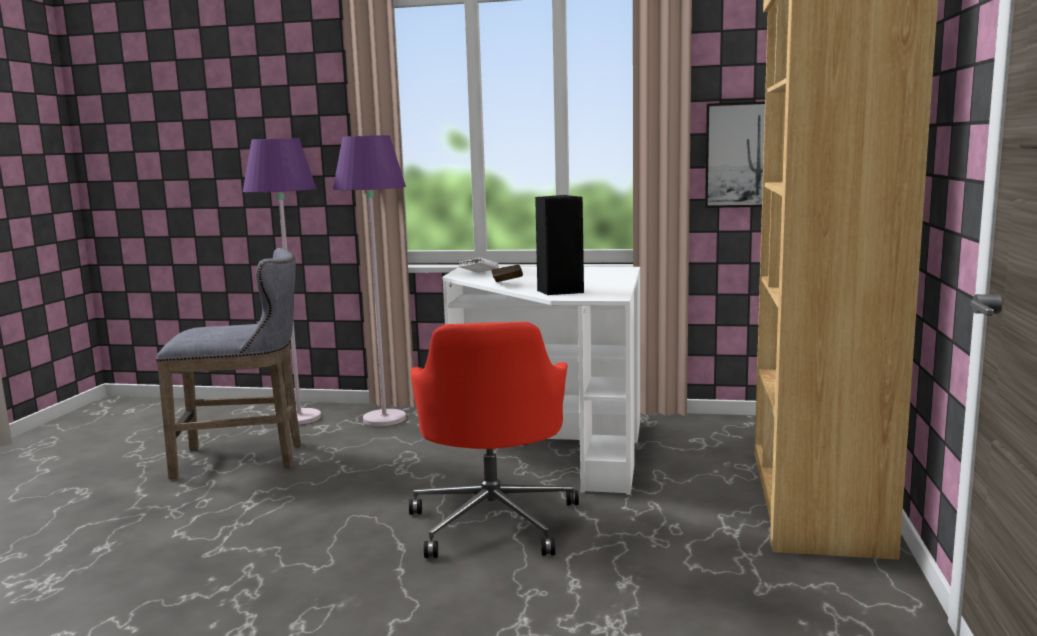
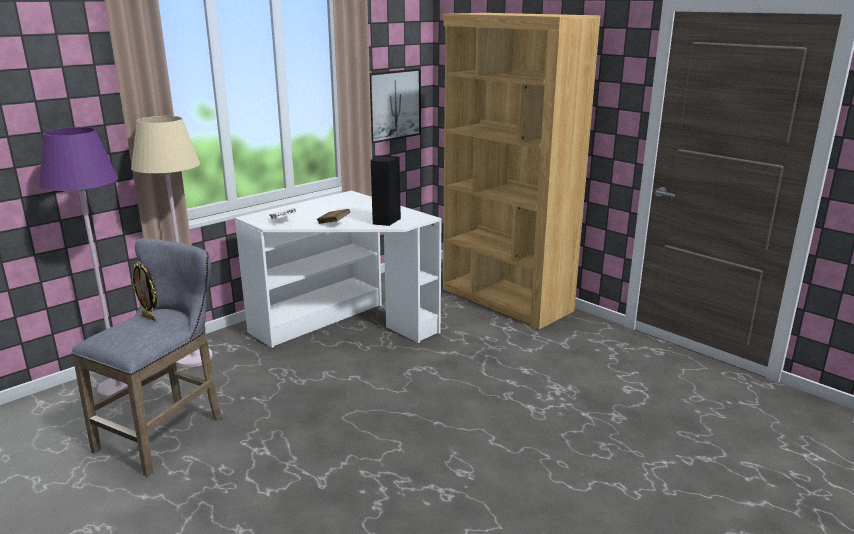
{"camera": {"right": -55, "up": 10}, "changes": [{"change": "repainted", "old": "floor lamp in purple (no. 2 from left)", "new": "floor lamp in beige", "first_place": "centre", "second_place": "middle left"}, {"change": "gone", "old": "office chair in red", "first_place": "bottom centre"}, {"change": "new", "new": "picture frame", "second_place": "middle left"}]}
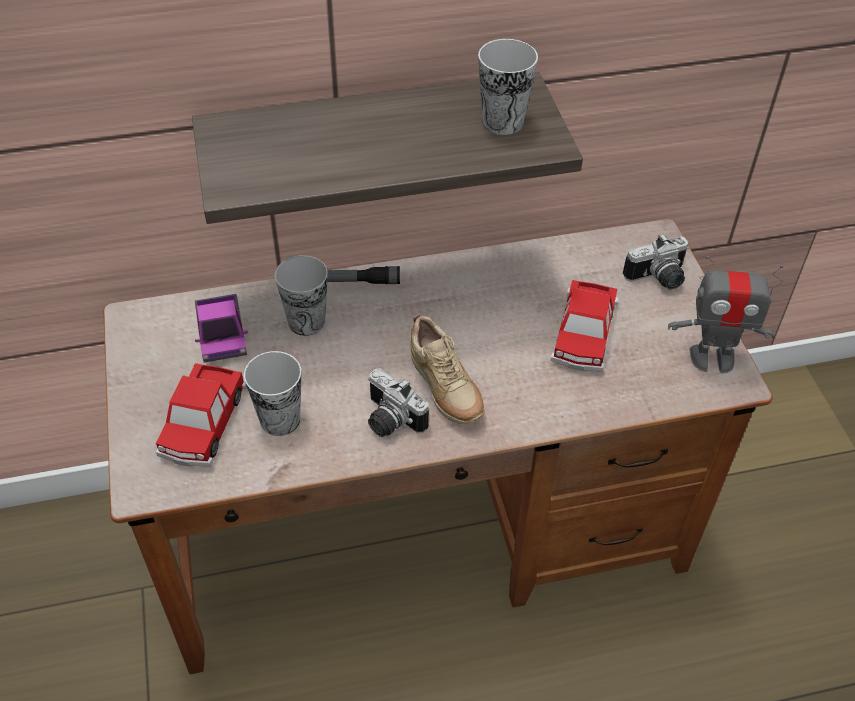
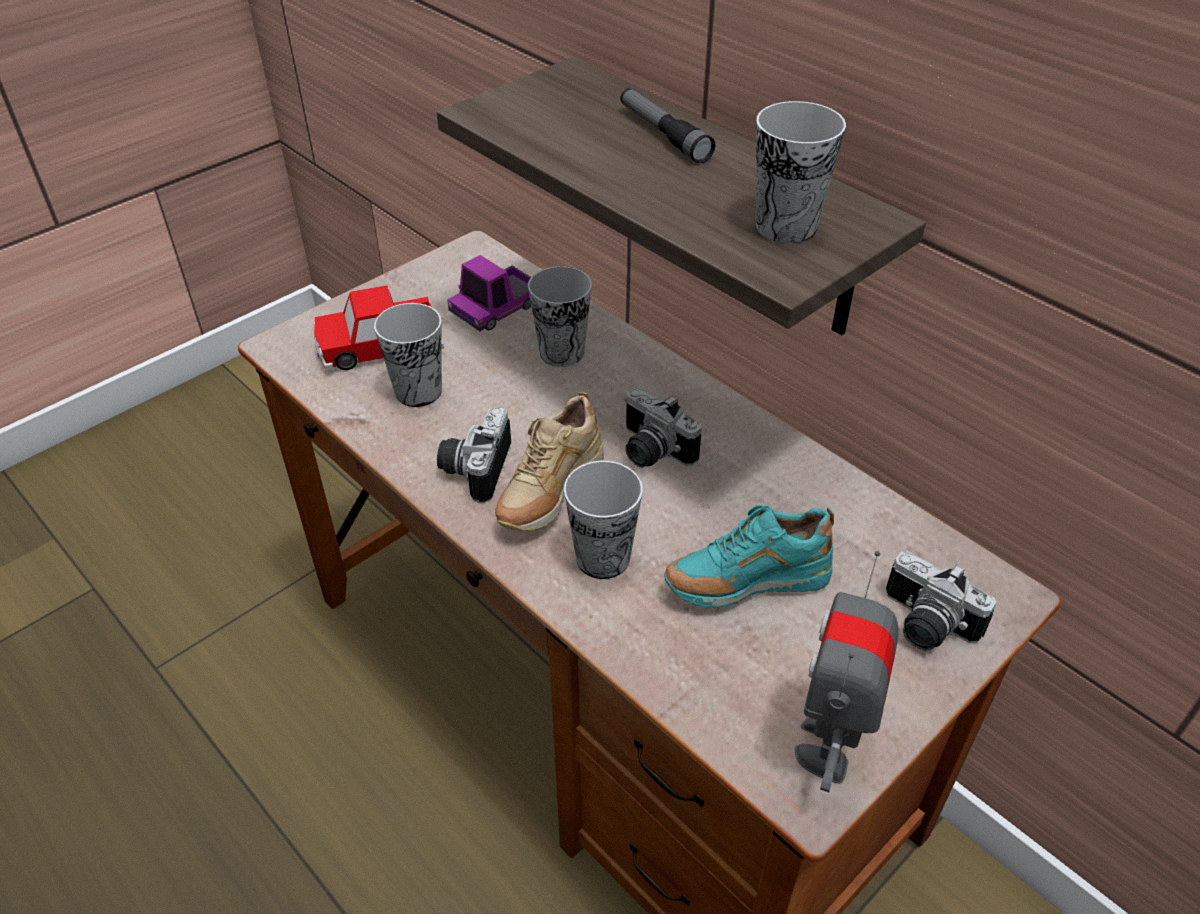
{"camera": {"right": 60, "up": -5}, "changes": [{"change": "rotated", "old": "toy robot", "first_place": "middle right", "second_place": "bottom right", "degrees": 45}, {"change": "shifted", "old": "flashlight", "first_place": "centre", "second_place": "top centre"}, {"change": "swapped", "old": "toy car (no. 2 from left)", "new": "shoe in turquoise", "first_place": "middle right", "second_place": "centre"}, {"change": "new", "new": "photo camera (no. 2 from left)", "second_place": "centre"}, {"change": "new", "new": "cup (no. 3 from left)", "second_place": "centre"}]}
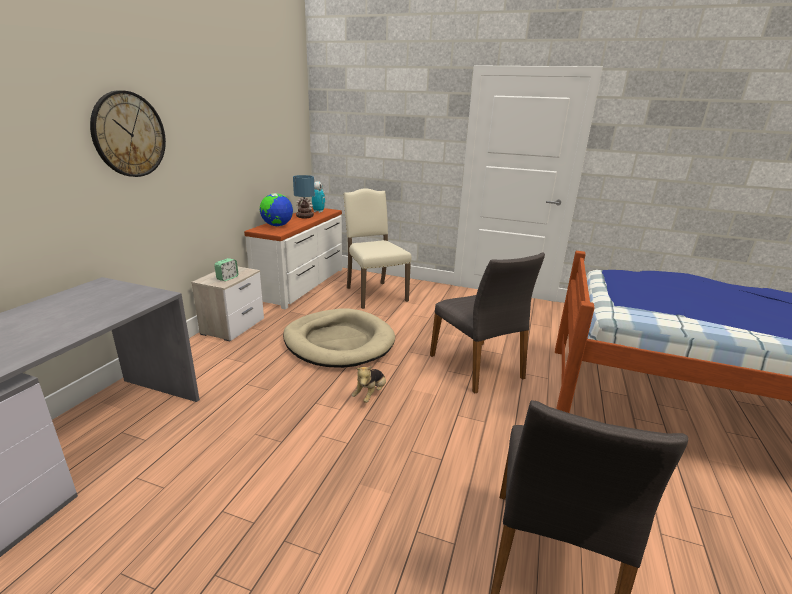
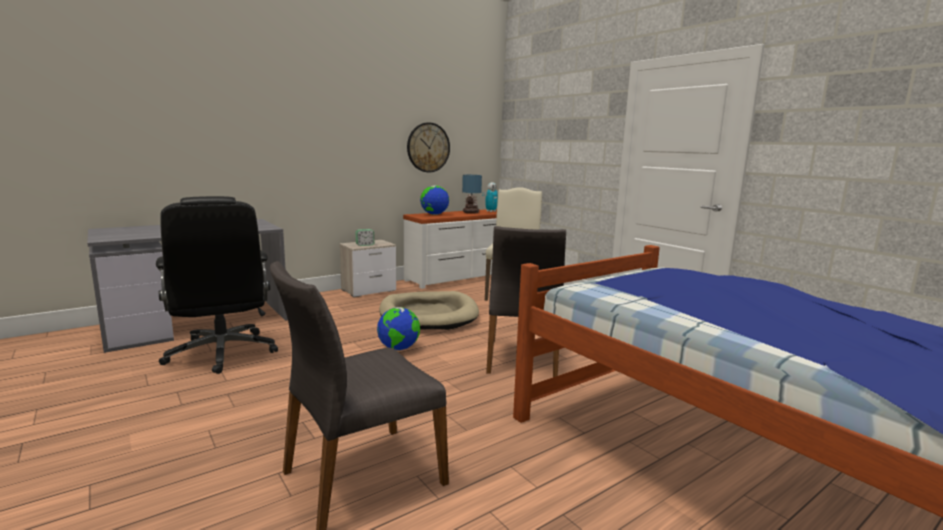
{"camera": {"right": 35, "up": -10}, "changes": [{"change": "shifted", "old": "wall clock", "first_place": "top left", "second_place": "top centre"}, {"change": "swapped", "old": "plush toy", "new": "globe (no. 1 from left)", "first_place": "centre", "second_place": "centre"}, {"change": "new", "new": "office chair in black", "second_place": "middle left"}]}
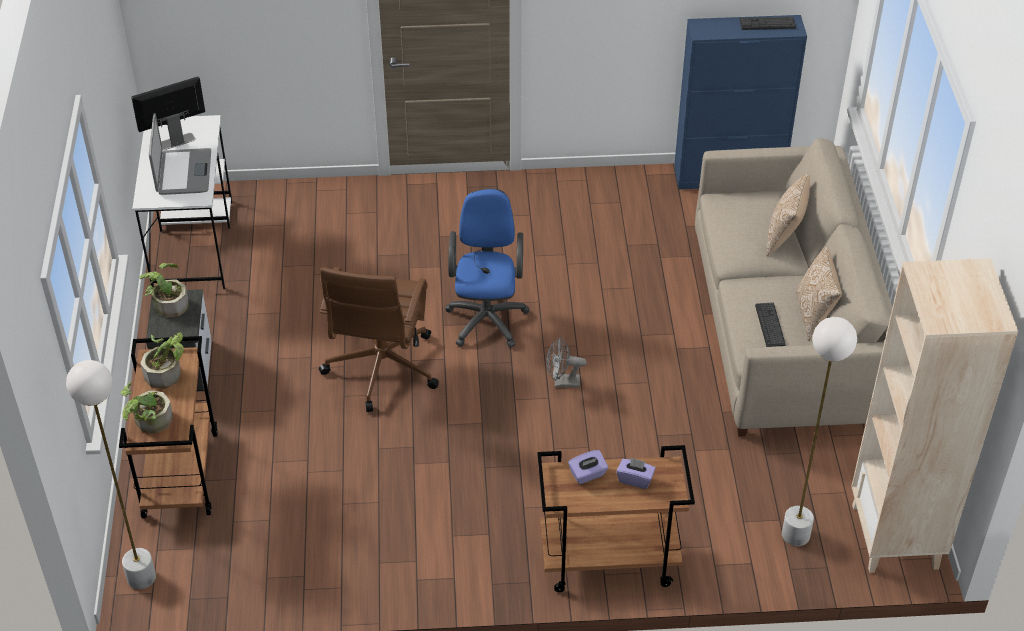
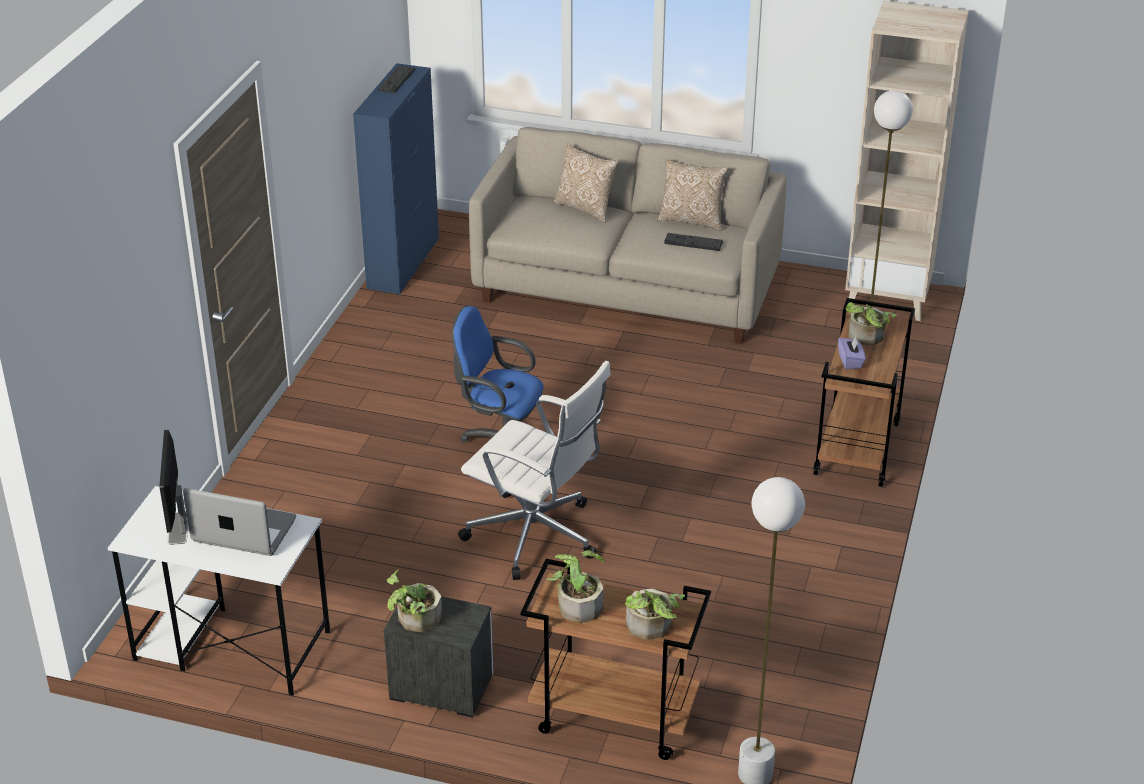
{"camera": {"right": -70, "up": -10}, "changes": [{"change": "repainted", "old": "office chair in brown", "new": "office chair in white", "first_place": "centre", "second_place": "centre"}, {"change": "gone", "old": "fan in grey", "first_place": "centre"}, {"change": "swapped", "old": "tissue box in purple (no. 2 from left)", "new": "potted plant (no. 4 from left)", "first_place": "bottom centre", "second_place": "middle right"}]}
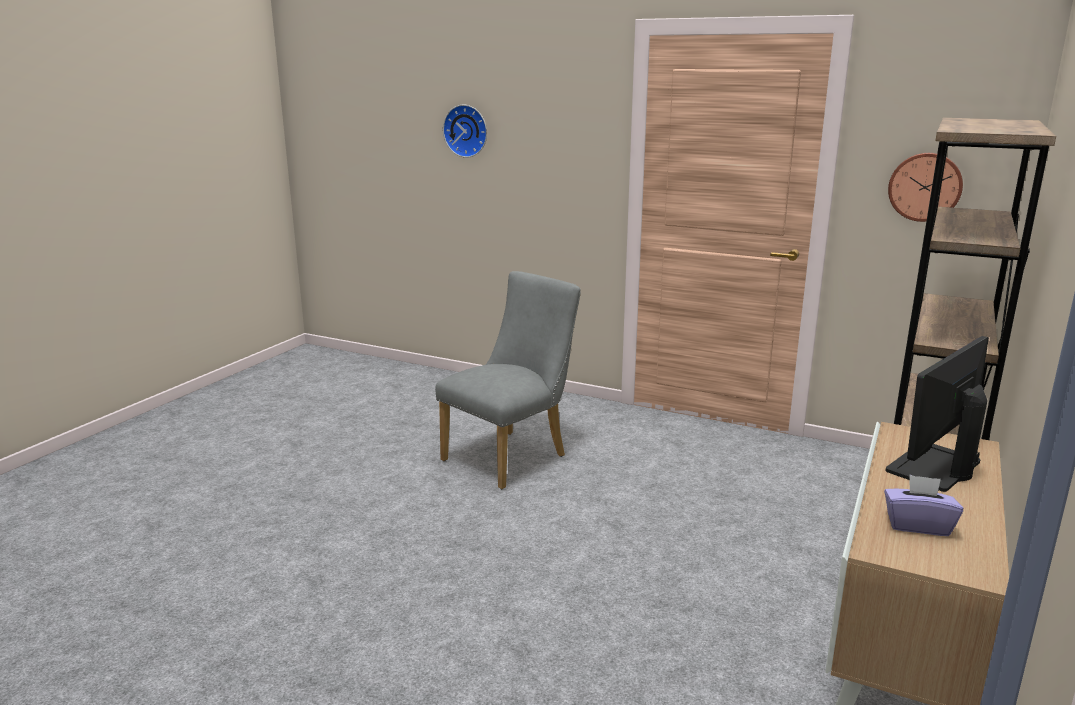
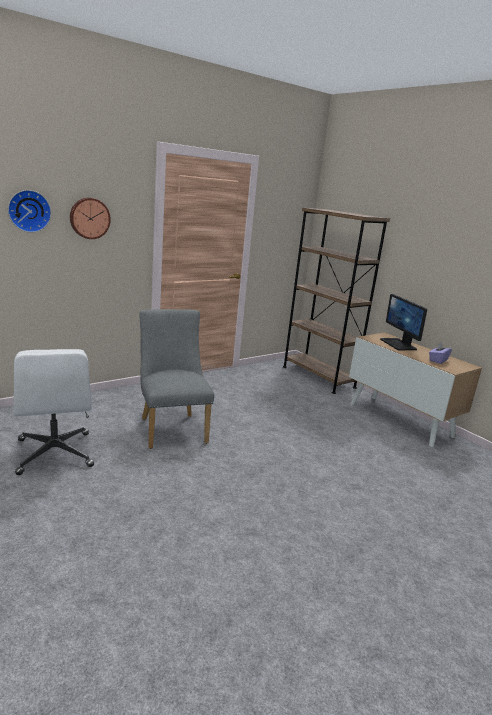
{"camera": {"right": -65, "up": 0}, "changes": [{"change": "shifted", "old": "wall clock (no. 2 from left)", "first_place": "top right", "second_place": "top left"}, {"change": "new", "new": "office chair in white", "second_place": "middle left"}]}
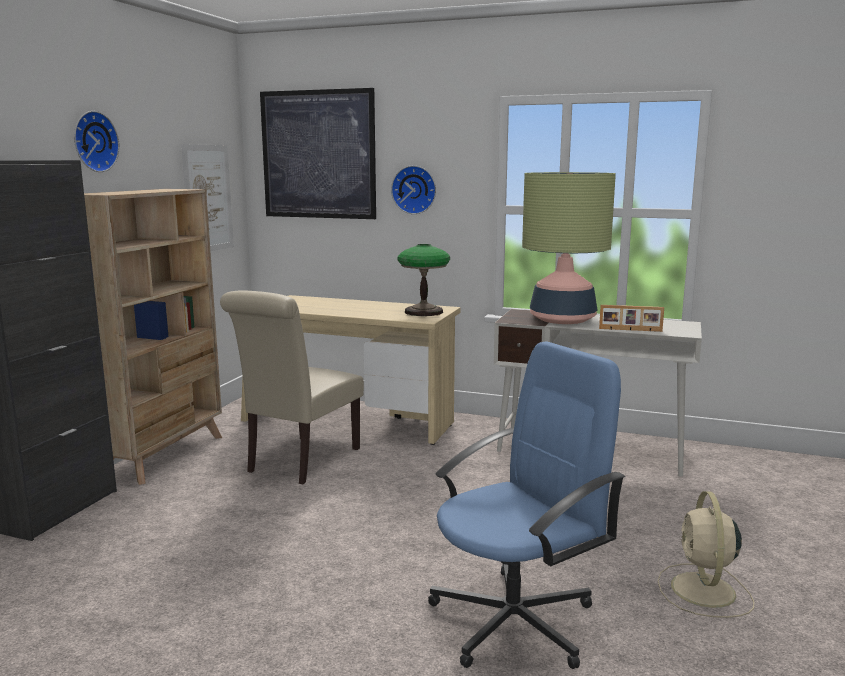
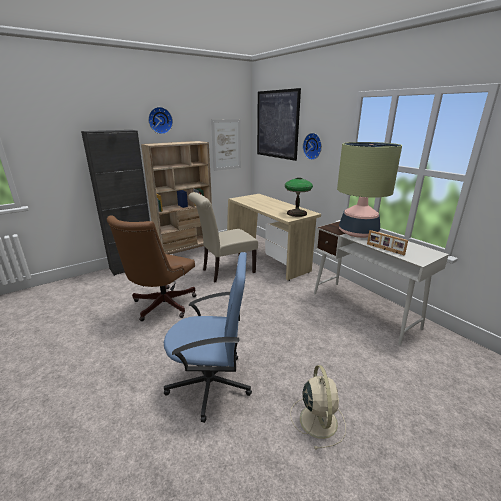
{"camera": {"right": 35, "up": 10}, "changes": [{"change": "rotated", "old": "fan in beige", "first_place": "bottom right", "second_place": "bottom centre", "degrees": 135}, {"change": "new", "new": "office chair in brown", "second_place": "middle left"}]}
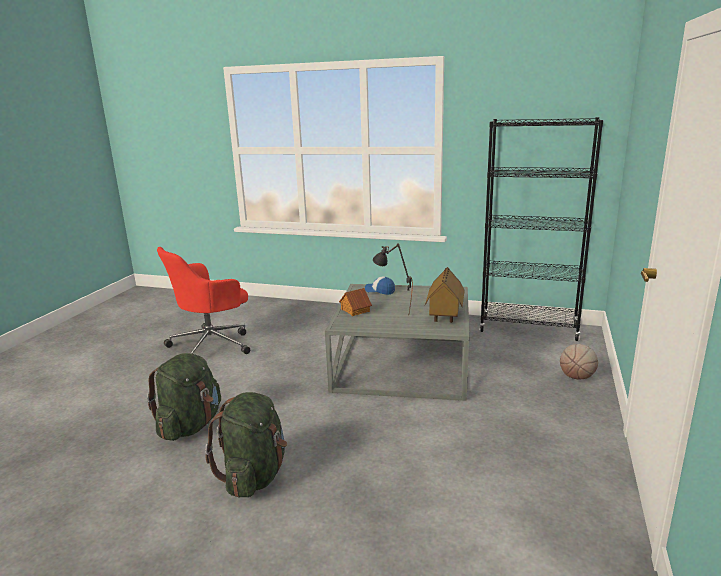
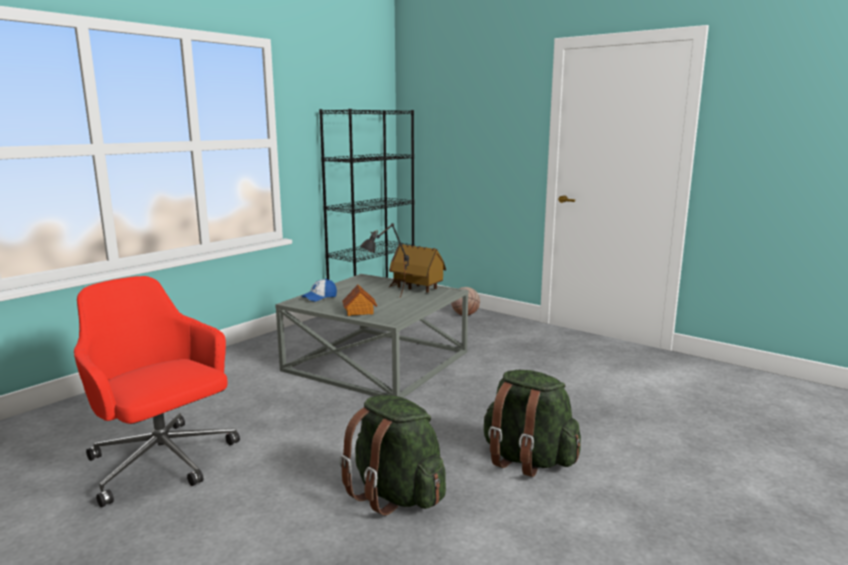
{"camera": {"right": -70, "up": -5}, "changes": [{"change": "rotated", "old": "office chair in red", "first_place": "middle left", "second_place": "bottom left", "degrees": 150}]}
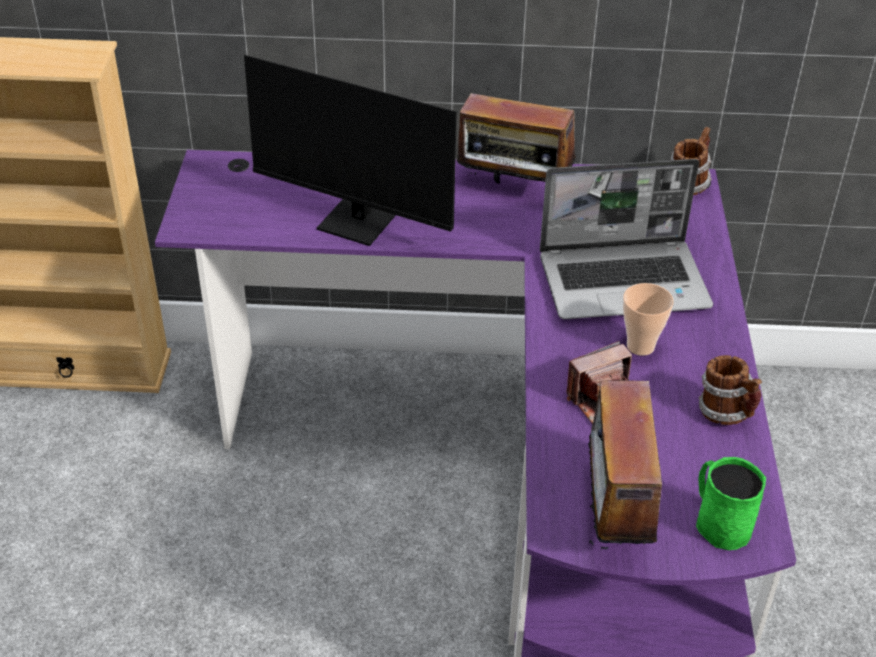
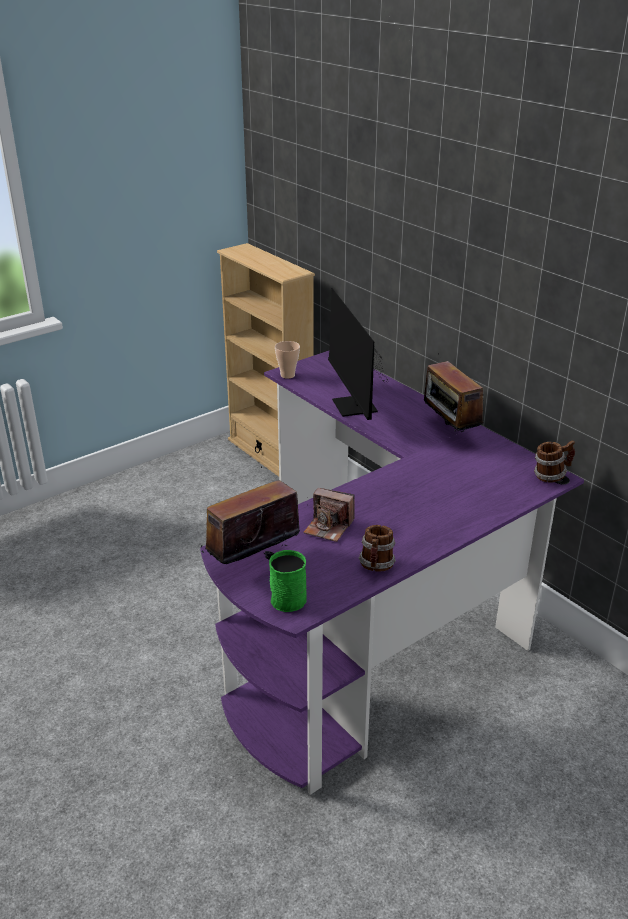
{"camera": {"right": 50, "up": -10}, "changes": [{"change": "gone", "old": "laptop", "first_place": "middle right"}, {"change": "shifted", "old": "cup", "first_place": "middle right", "second_place": "centre"}]}
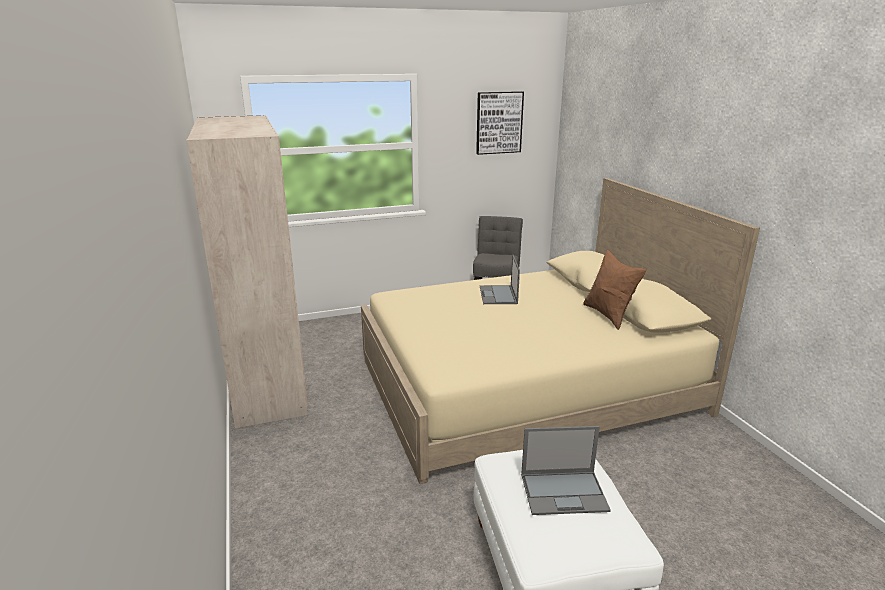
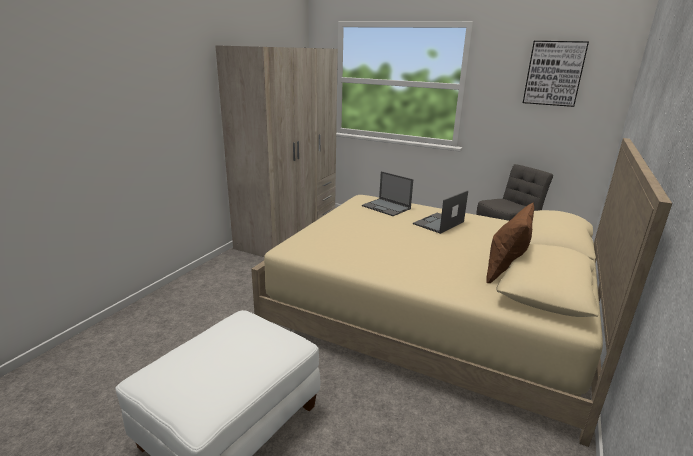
{"camera": {"right": 45, "up": 0}, "changes": [{"change": "shifted", "old": "laptop (no. 2 from left in the first image)", "new": "laptop (no. 1 from left)", "first_place": "bottom centre", "second_place": "centre"}]}
